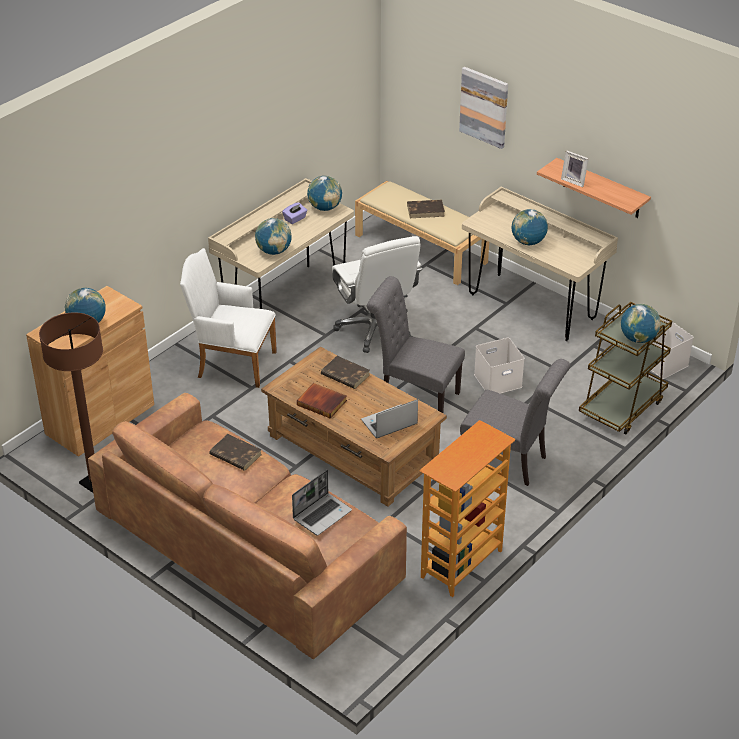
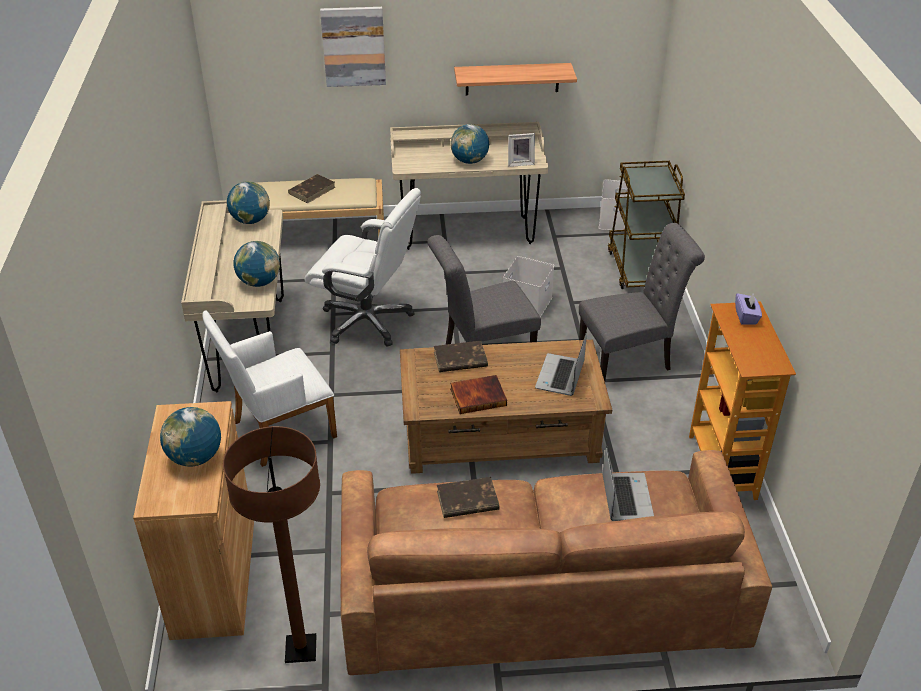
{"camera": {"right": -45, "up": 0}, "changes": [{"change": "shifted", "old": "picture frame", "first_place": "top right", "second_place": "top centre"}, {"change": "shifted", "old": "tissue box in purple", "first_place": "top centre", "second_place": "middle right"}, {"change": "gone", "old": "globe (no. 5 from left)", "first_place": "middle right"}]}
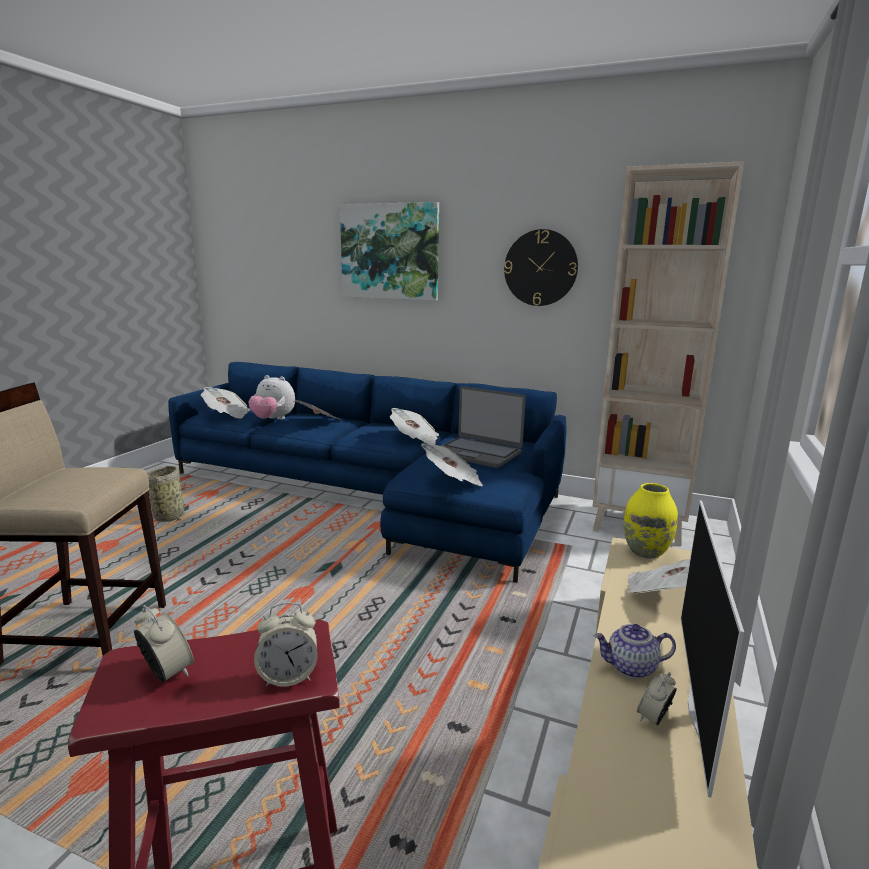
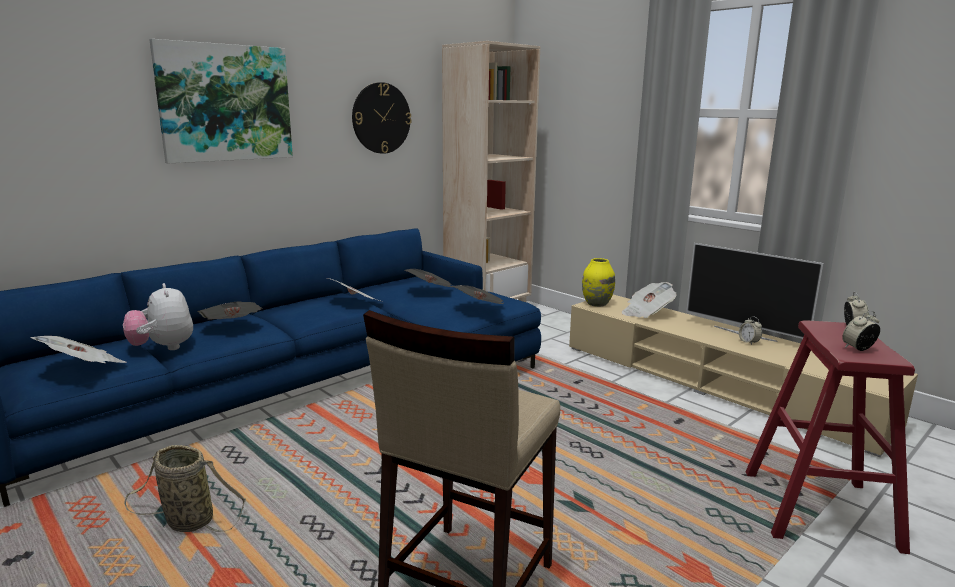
{"camera": {"right": -65, "up": 0}, "changes": [{"change": "rotated", "old": "plush toy", "first_place": "middle left", "second_place": "middle left", "degrees": 105}, {"change": "swapped", "old": "laptop", "new": "newspaper (no. 4 from left)", "first_place": "centre", "second_place": "centre"}, {"change": "gone", "old": "teapot", "first_place": "bottom right"}]}
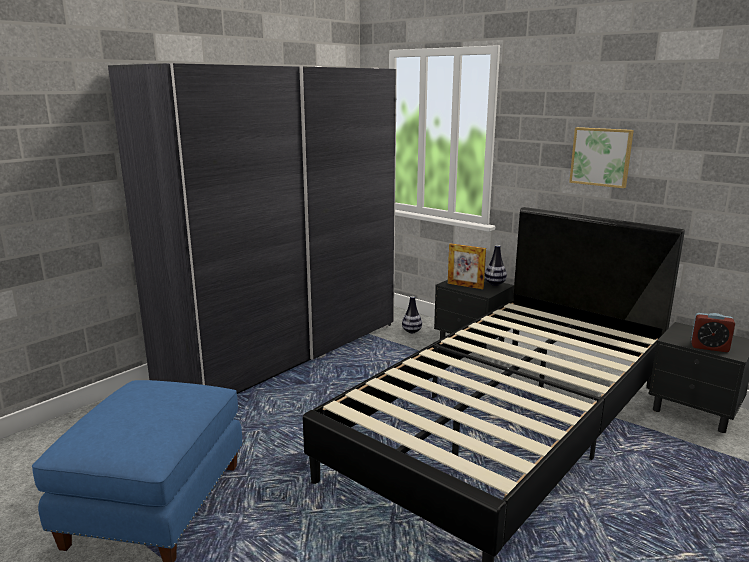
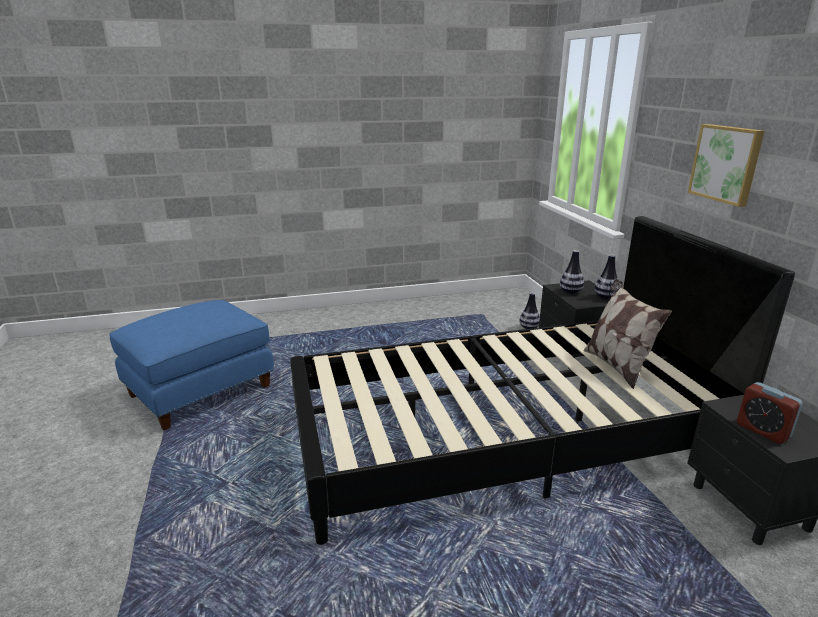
{"camera": {"right": 35, "up": 5}, "changes": [{"change": "gone", "old": "wardrobe in grey", "first_place": "centre"}, {"change": "swapped", "old": "picture frame", "new": "vase (no. 2 from left)", "first_place": "centre", "second_place": "middle right"}, {"change": "new", "new": "pillow", "second_place": "middle right"}]}
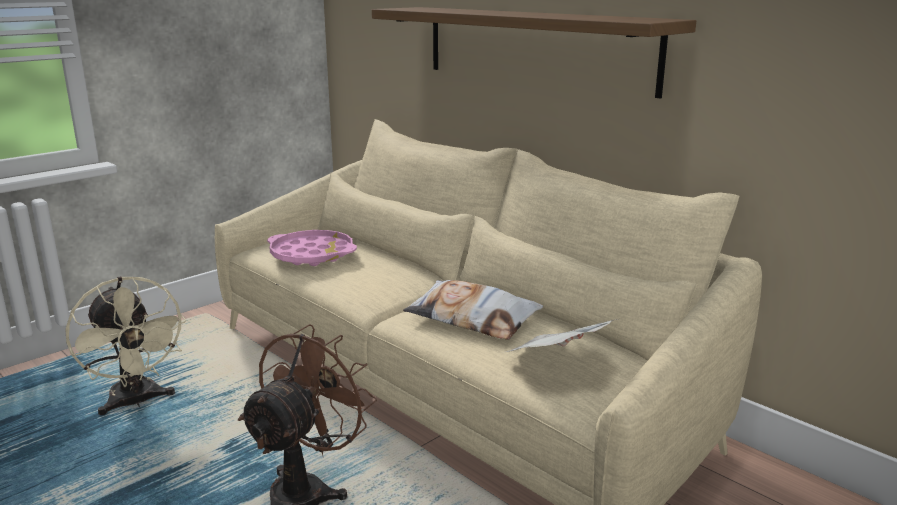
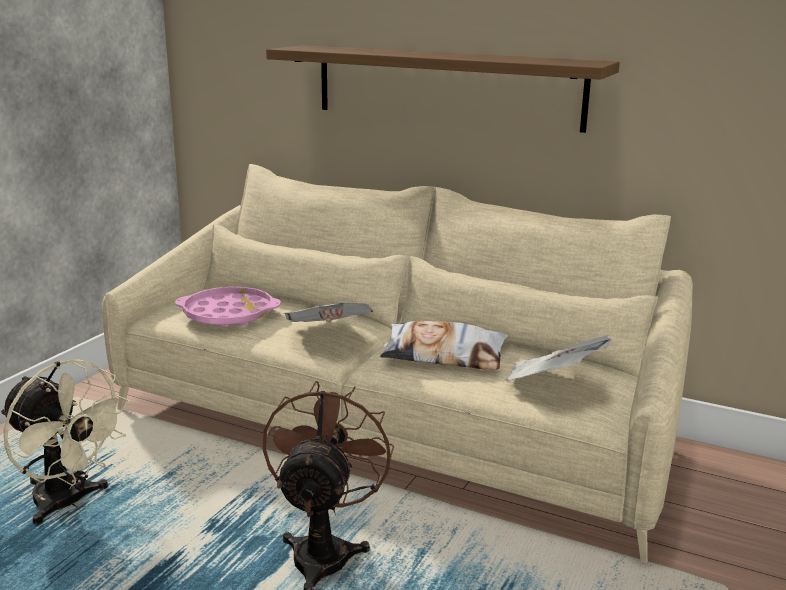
{"camera": {"right": -20, "up": 0}, "changes": [{"change": "new", "new": "newspaper (no. 1 from left)", "second_place": "centre"}]}
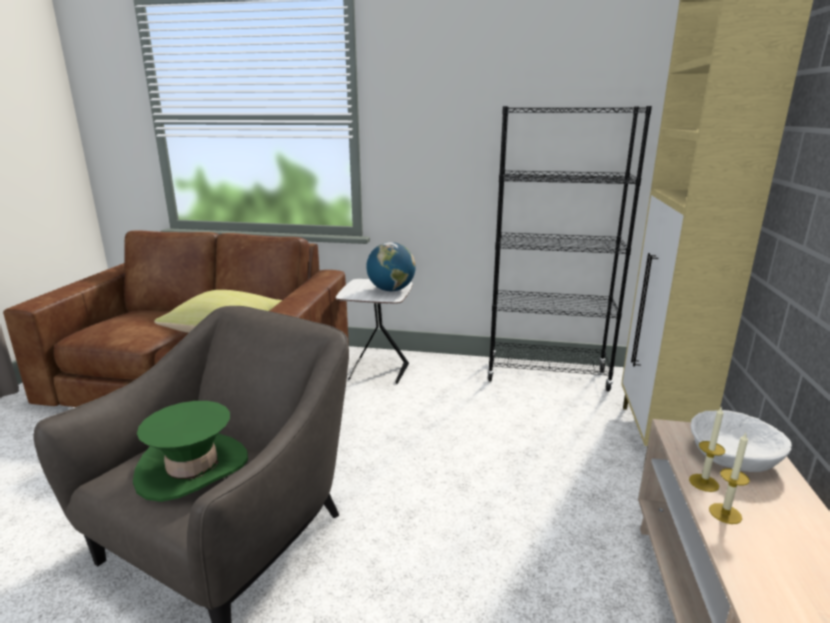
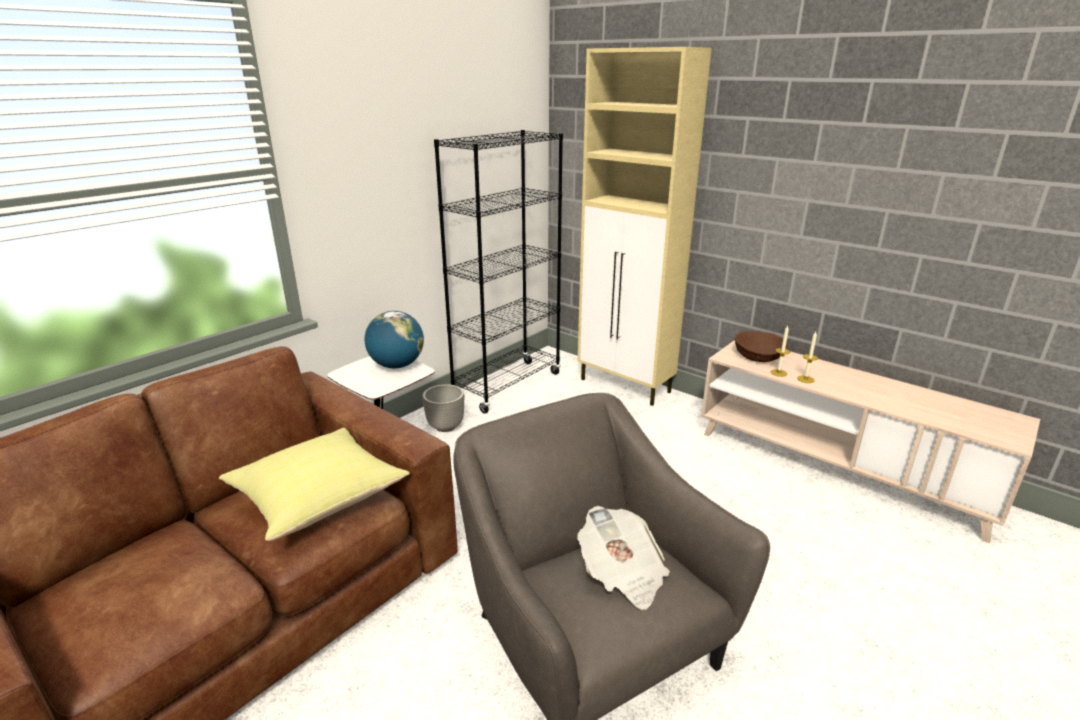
{"camera": {"right": -60, "up": 5}, "changes": [{"change": "swapped", "old": "hat in green", "new": "newspaper", "first_place": "bottom left", "second_place": "bottom centre"}, {"change": "repainted", "old": "bowl in white", "new": "bowl in brown", "first_place": "bottom right", "second_place": "middle right"}, {"change": "new", "new": "planter", "second_place": "centre"}]}
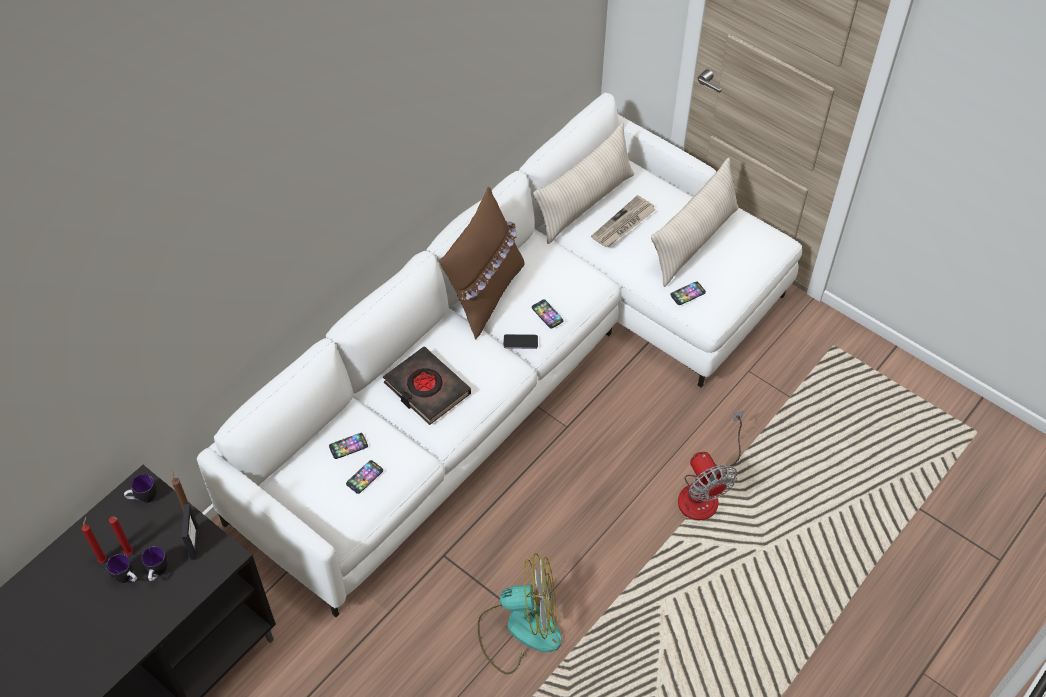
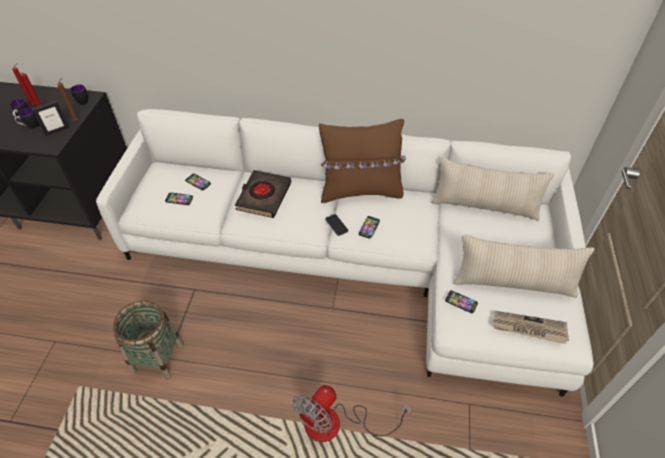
{"camera": {"right": 60, "up": -5}, "changes": [{"change": "shifted", "old": "newspaper", "first_place": "top centre", "second_place": "bottom right"}, {"change": "swapped", "old": "fan (no. 1 from left)", "new": "basket", "first_place": "bottom centre", "second_place": "bottom left"}]}
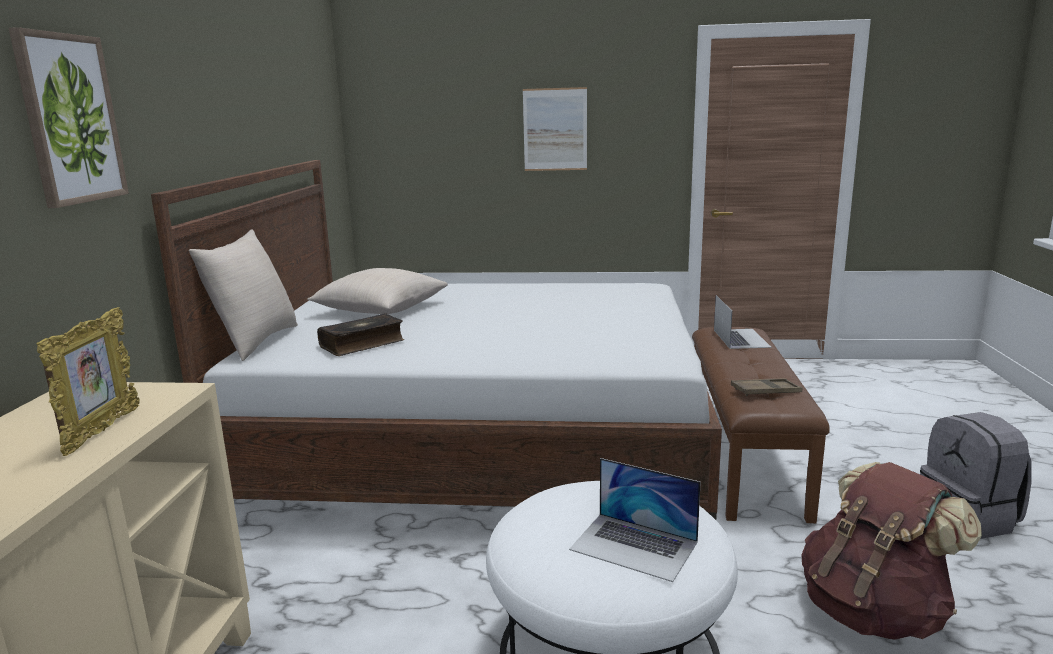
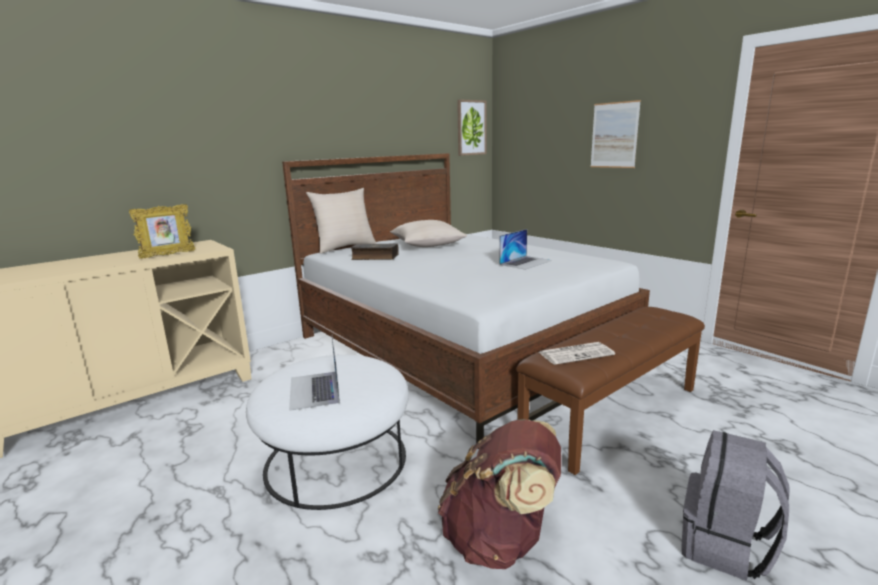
{"camera": {"right": 45, "up": 0}, "changes": [{"change": "shifted", "old": "picture (no. 1 from left)", "first_place": "top left", "second_place": "top centre"}, {"change": "shifted", "old": "laptop (no. 2 from left)", "first_place": "middle right", "second_place": "centre"}, {"change": "swapped", "old": "tray in brown", "new": "newspaper", "first_place": "middle right", "second_place": "centre"}]}
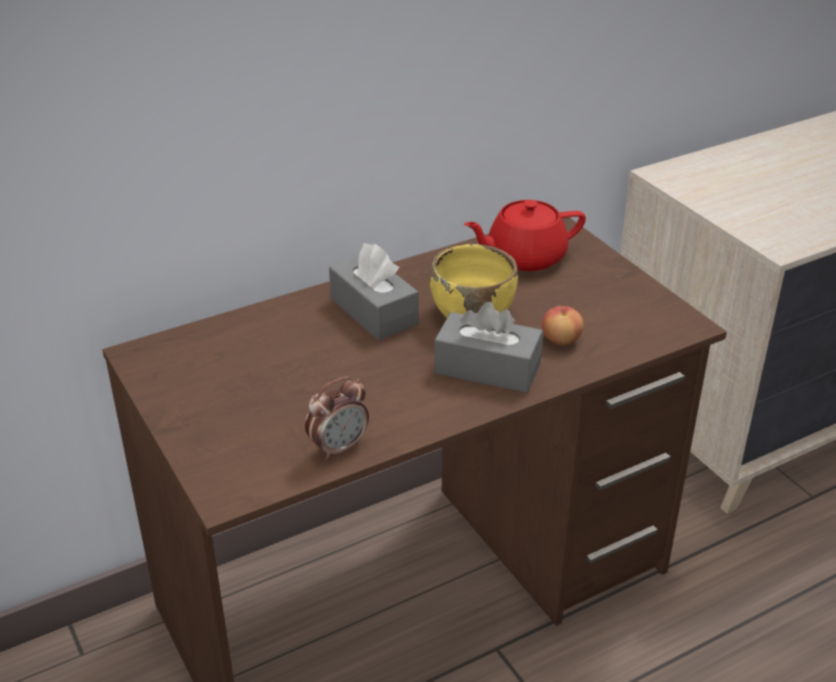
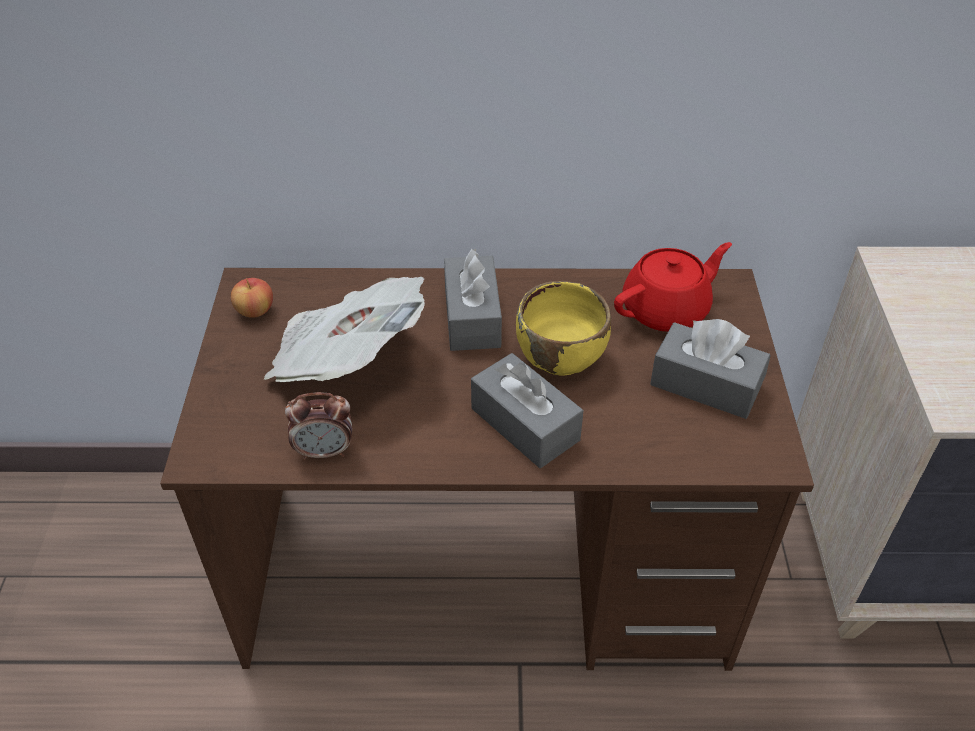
{"camera": {"right": 30, "up": 10}, "changes": [{"change": "rotated", "old": "teapot in red", "first_place": "centre", "second_place": "middle right", "degrees": 135}, {"change": "shifted", "old": "apple", "first_place": "middle right", "second_place": "middle left"}, {"change": "new", "new": "newspaper", "second_place": "centre"}, {"change": "new", "new": "tissue box in grey (no. 3 from left)", "second_place": "middle right"}]}
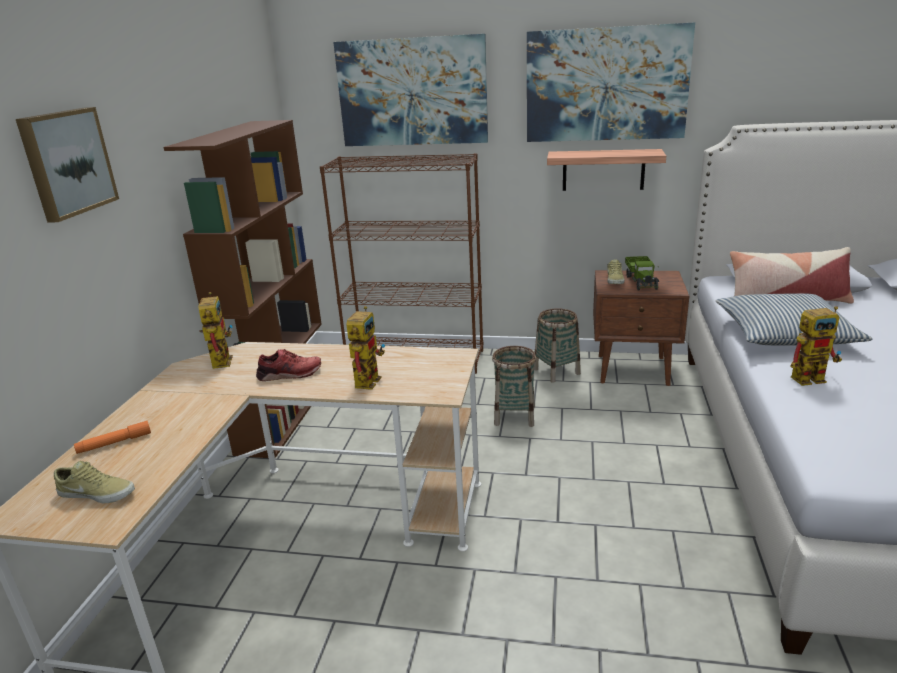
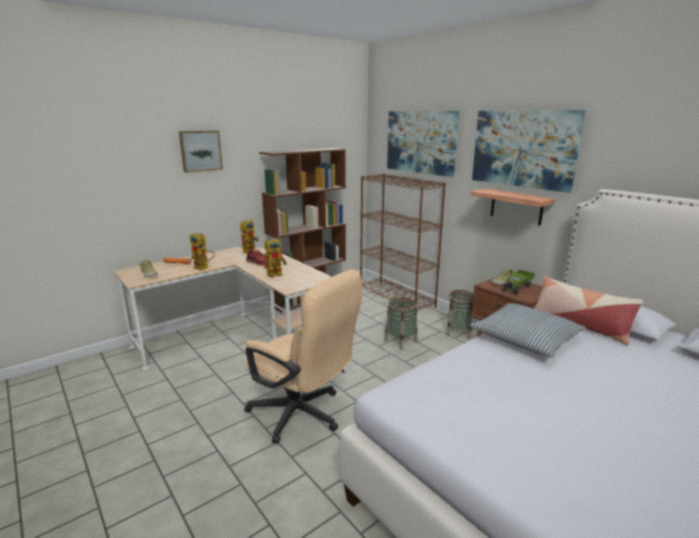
{"camera": {"right": 40, "up": -5}, "changes": [{"change": "shifted", "old": "toy robot (no. 3 from left in the first image)", "new": "toy robot (no. 1 from left)", "first_place": "middle right", "second_place": "middle left"}, {"change": "new", "new": "office chair in beige", "second_place": "centre"}]}
